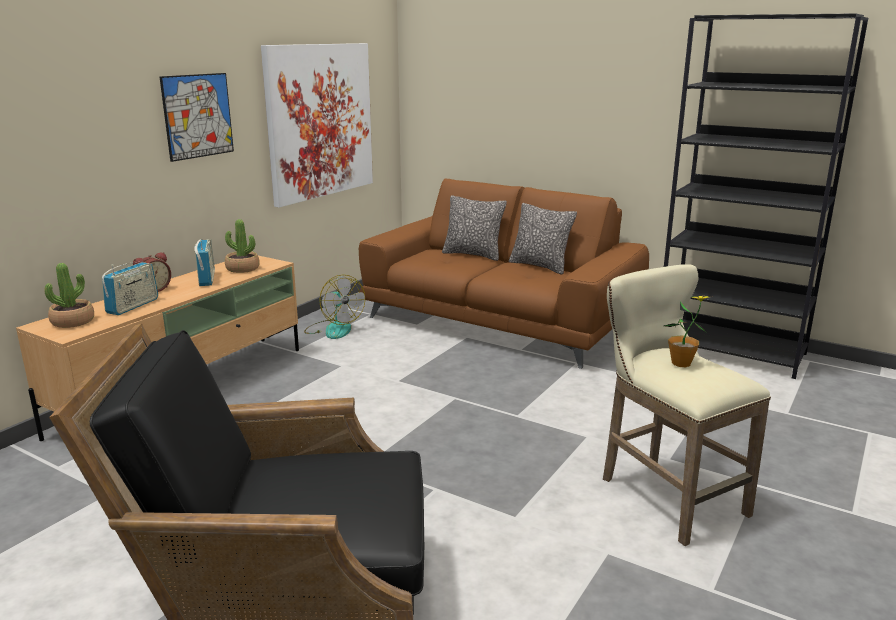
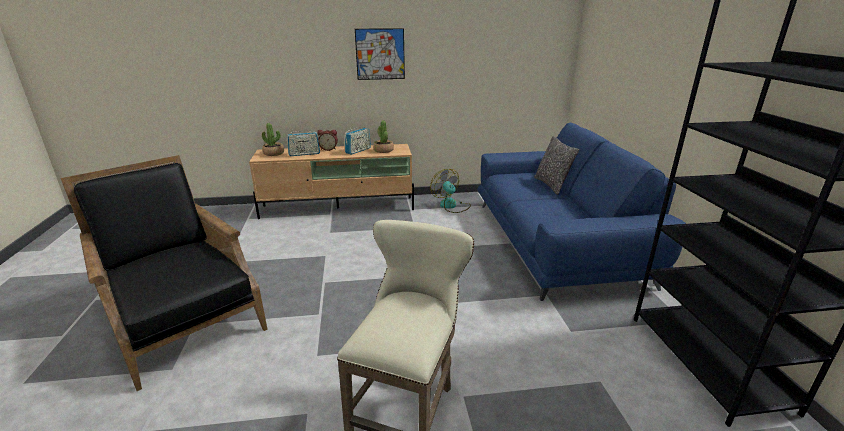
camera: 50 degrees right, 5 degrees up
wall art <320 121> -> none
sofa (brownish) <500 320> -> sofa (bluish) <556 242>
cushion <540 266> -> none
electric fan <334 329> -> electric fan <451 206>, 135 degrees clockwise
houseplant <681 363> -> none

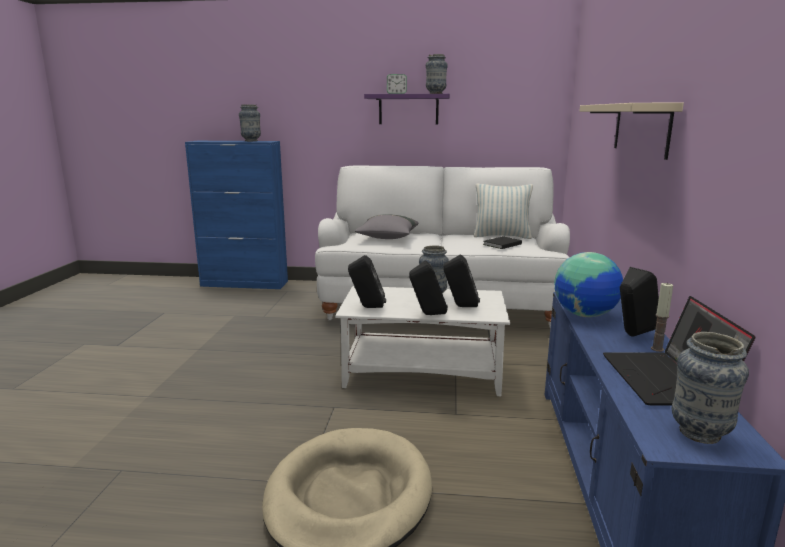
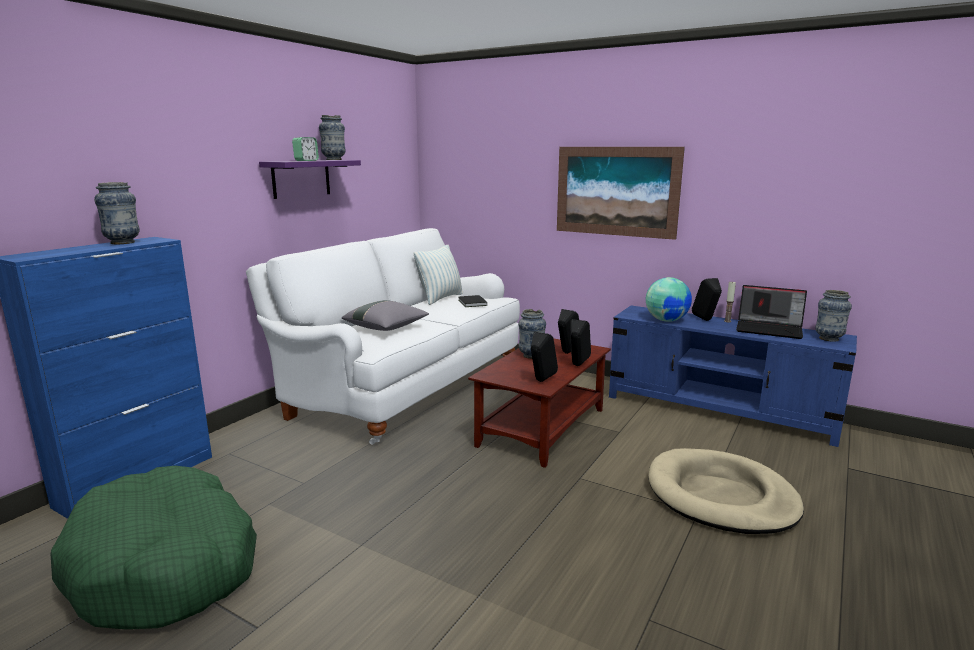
camera: 65 degrees left, 0 degrees up
bracket shelf (beige) <641 128> -> wall art <616 191>
coffee table (white) <424 372> -> coffee table (brownish) <542 427>
none -> dog bed (green-coloured) <166 566>

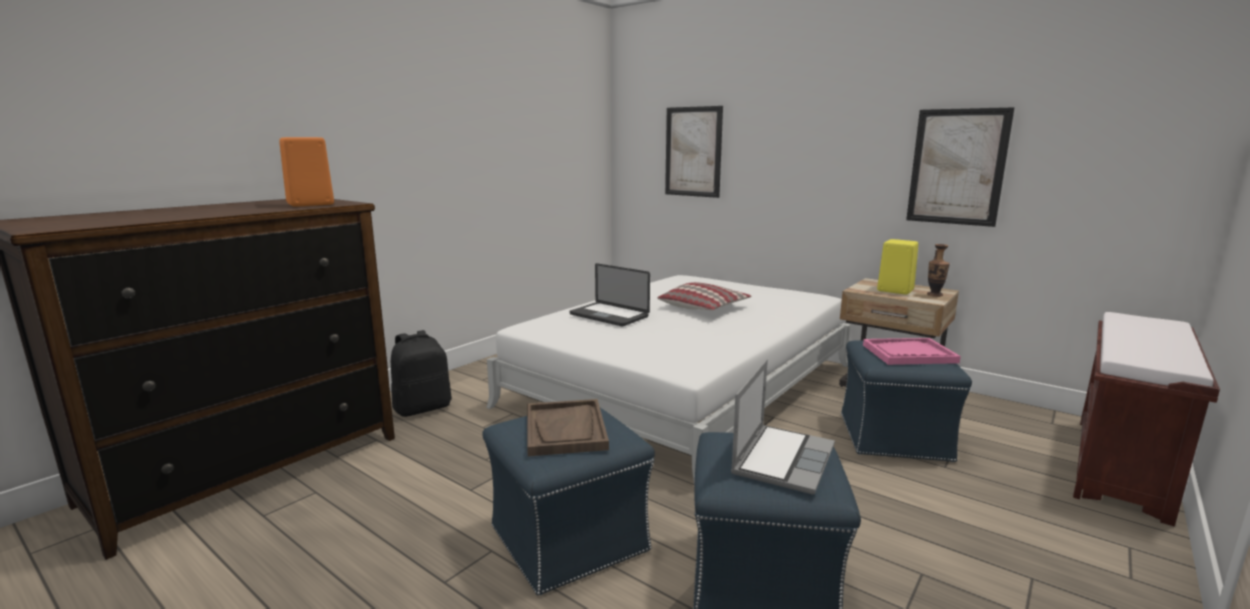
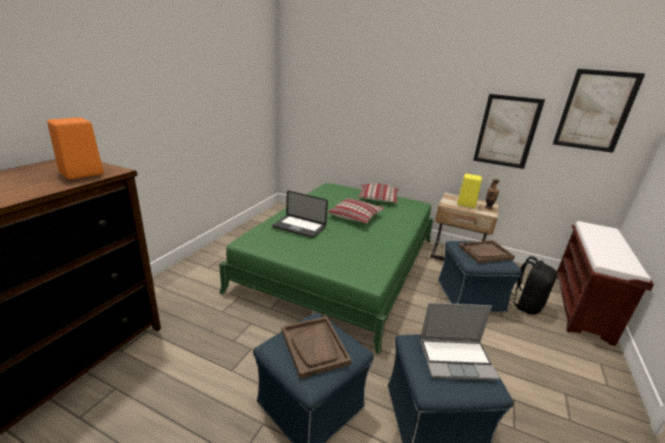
camera: 15 degrees left, 10 degrees up
wall art <693 152> -> wall art <595 111>, shifted
bed (white) <682 385> -> bed (green-coloured) <341 263>
backpack (blackish) <423 408> -> backpack (blackish) <526 304>, shifted
tray (pinkish) <909 354> -> tray (brownish) <485 253>
portable computer <782 459> -> portable computer <457 359>, 75 degrees clockwise
none -> cushion <378 199>

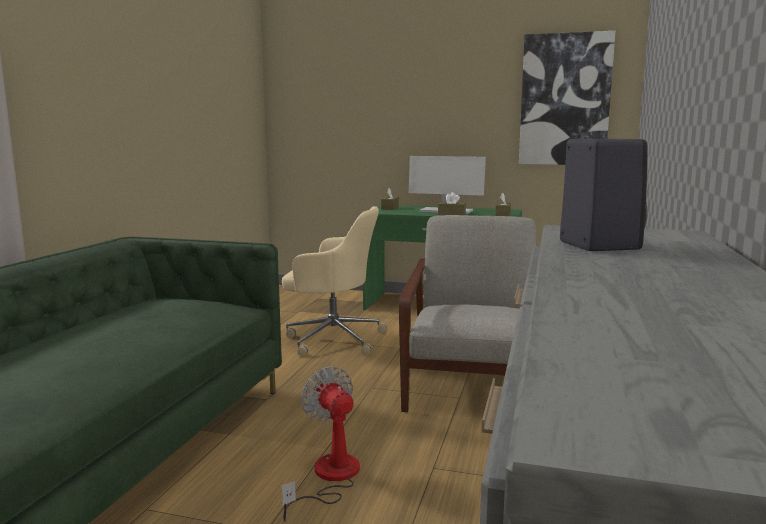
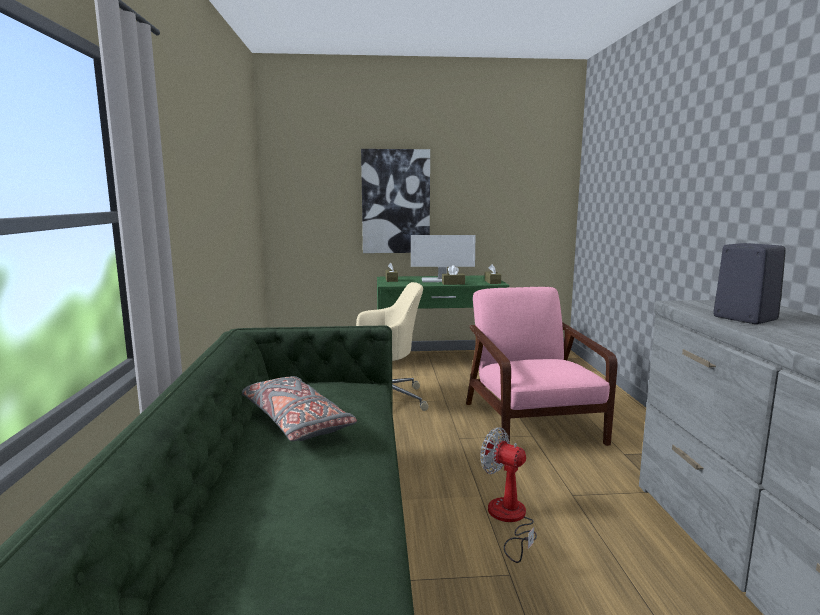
camera: 20 degrees left, 0 degrees up
wall art <565 100> -> wall art <395 201>, shifted
lounge chair (grey) <474 383> -> lounge chair (pinkish) <530 422>
none -> cushion (grey) <295 422>

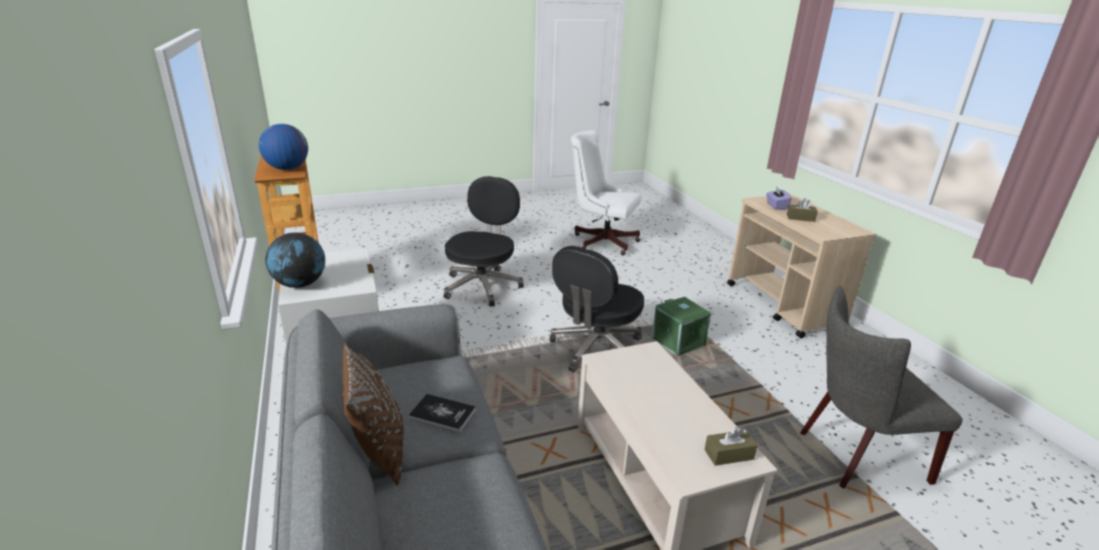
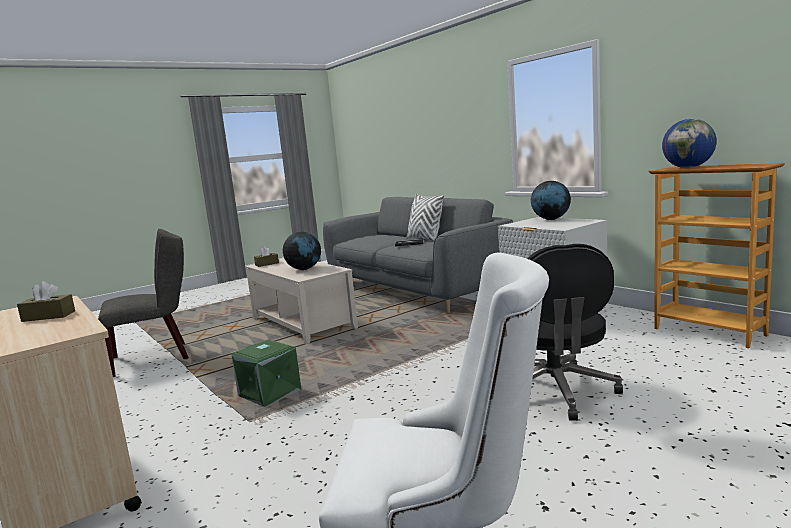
camera: 165 degrees right, 15 degrees down
tissue box (purple) <776 206> -> none
desk chair (blackish) <596 349> -> none
cushion (brownish) <379 449> -> cushion (white) <425 239>
none -> world globe <304 269>

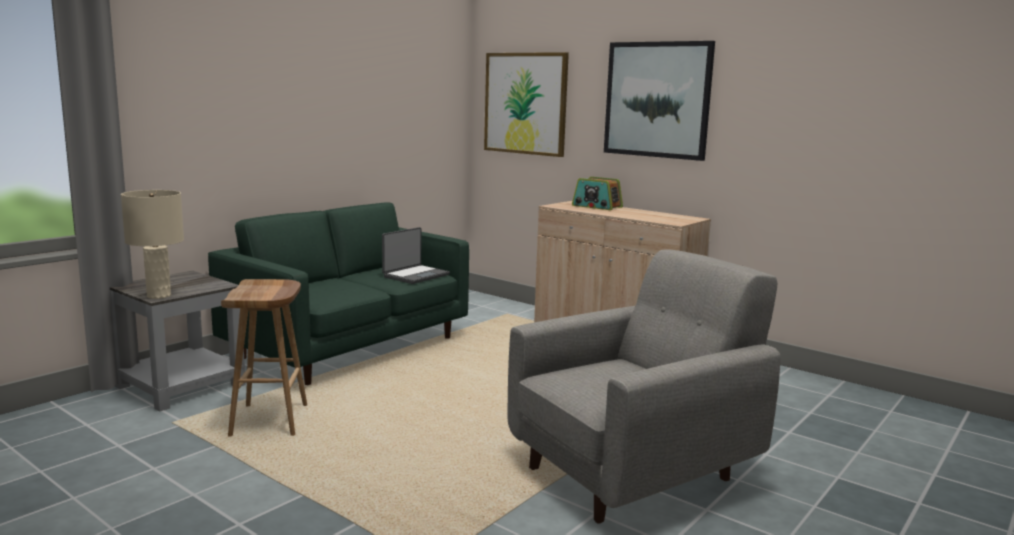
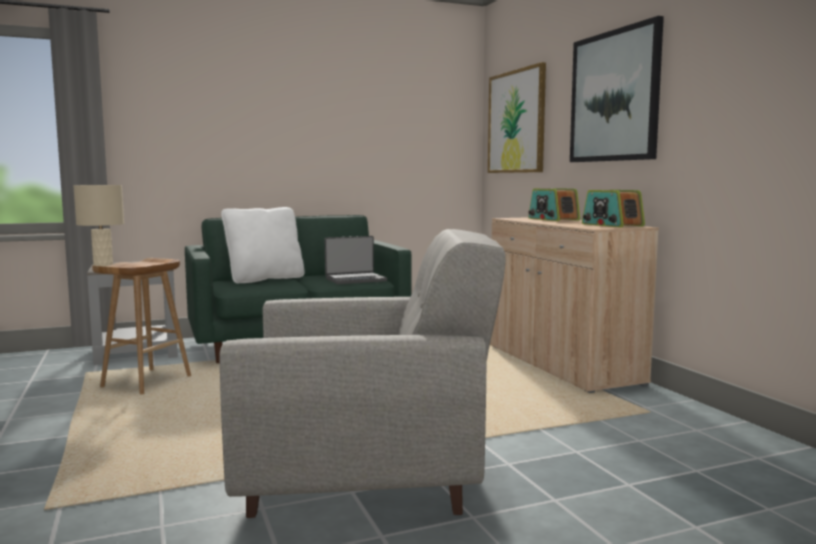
camera: 30 degrees right, 5 degrees down
none -> radio receiver <611 225>
none -> cushion (white) <265 279>

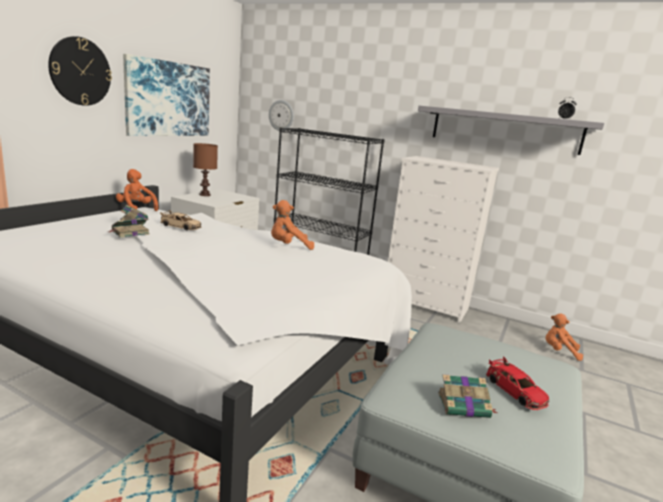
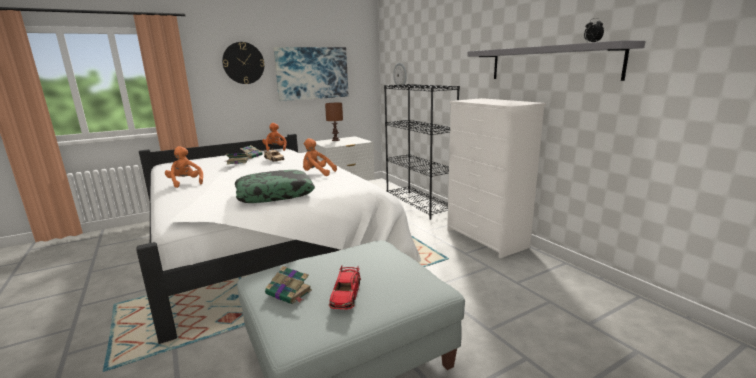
camera: 35 degrees right, 0 degrees up
plush toy (orange-coloured) <559 351> -> plush toy (orange-coloured) <185 183>, shifted
none -> cushion <275 194>

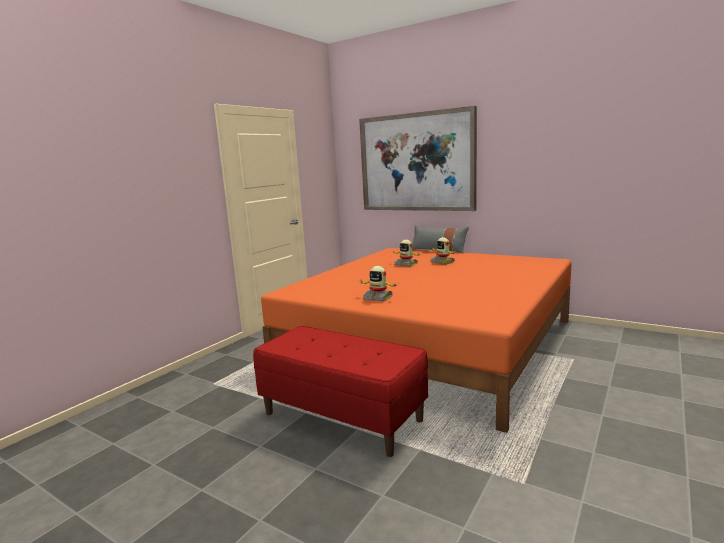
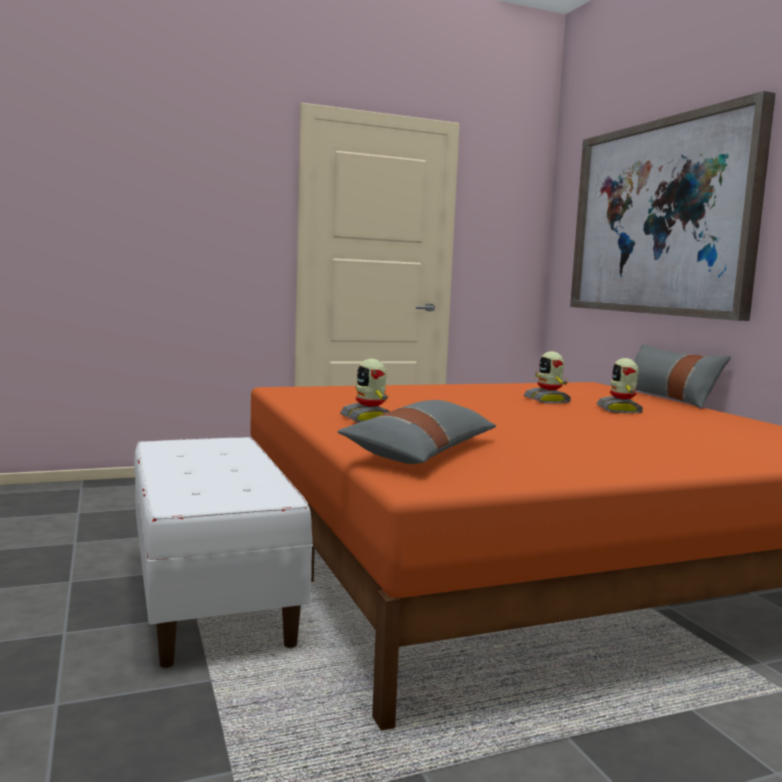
camera: 35 degrees right, 5 degrees down
bench (red) <342 417> -> bench (white) <212 593>
none -> cushion (grey) <422 451>

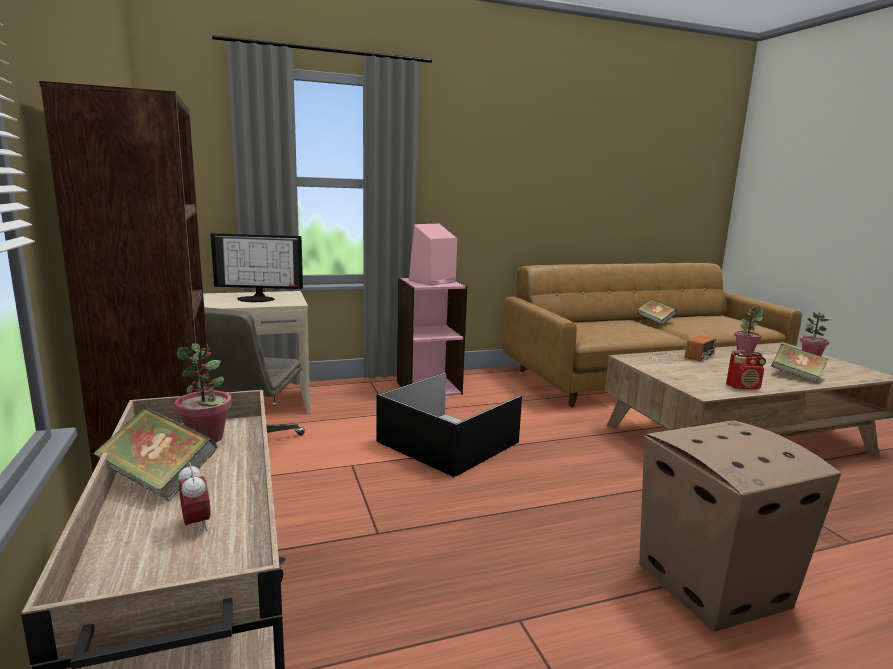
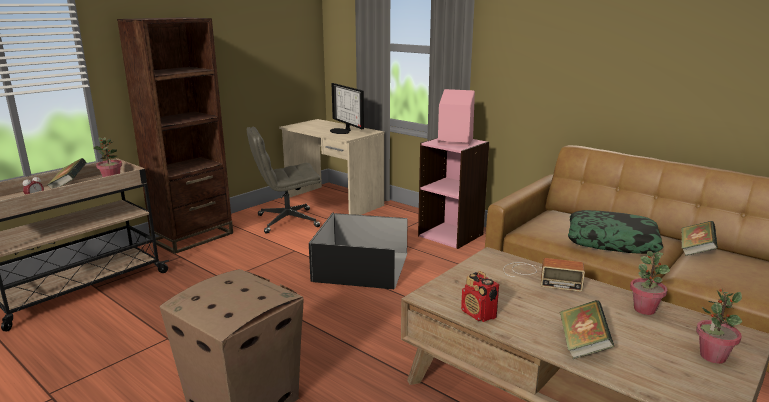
camera: 60 degrees right, 5 degrees up
none -> cushion <612 241>

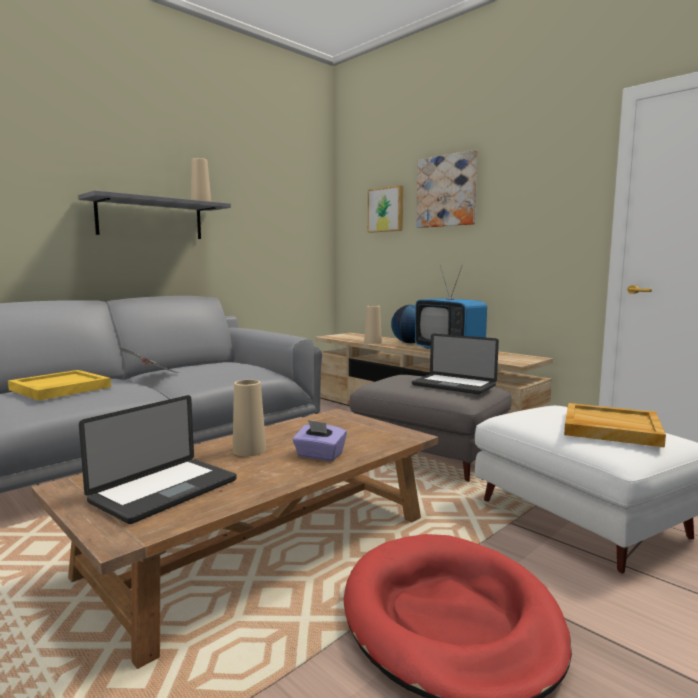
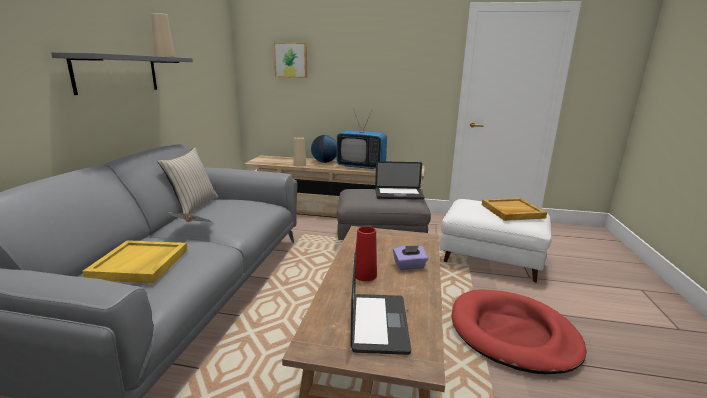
camera: 35 degrees left, 10 degrees up
wall art <446 191> -> none
vase (beige) <249 450> -> vase (red) <365 275>
none -> cushion (beige) <193 206>

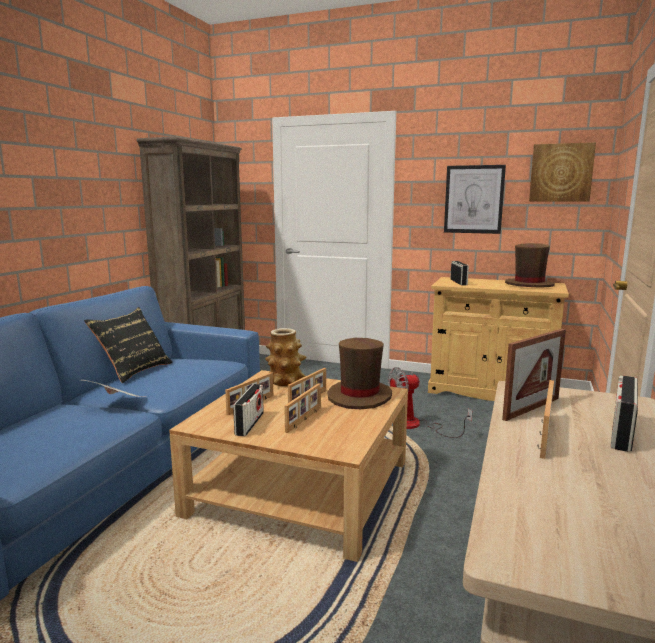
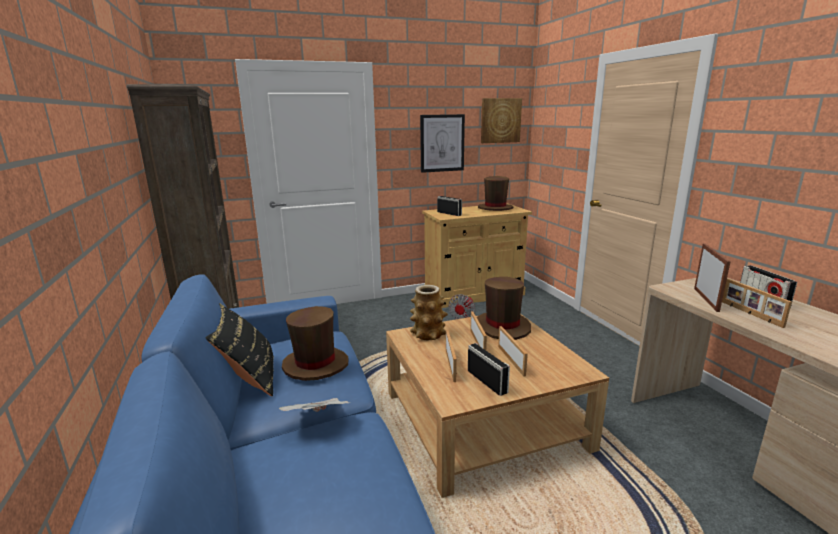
camera: 40 degrees left, 5 degrees up
none -> clothing hat (brownish) <315 365>

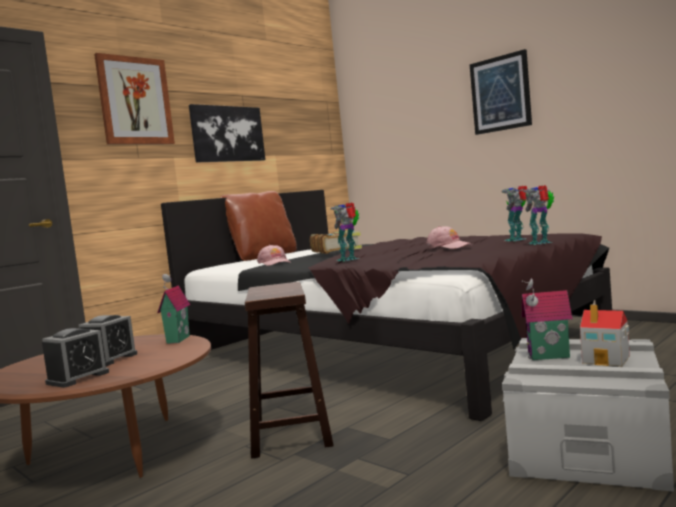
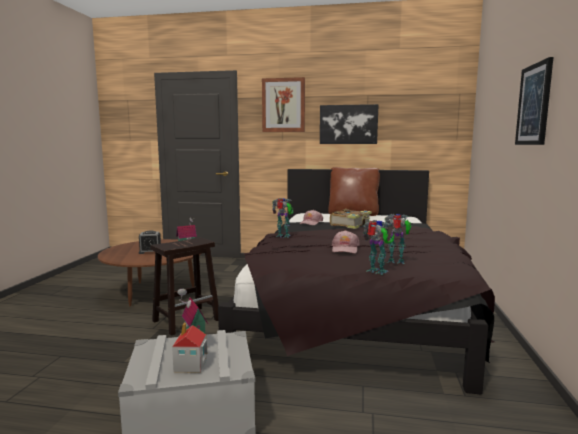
camera: 55 degrees right, 5 degrees up
table clock <78 378> -> none

